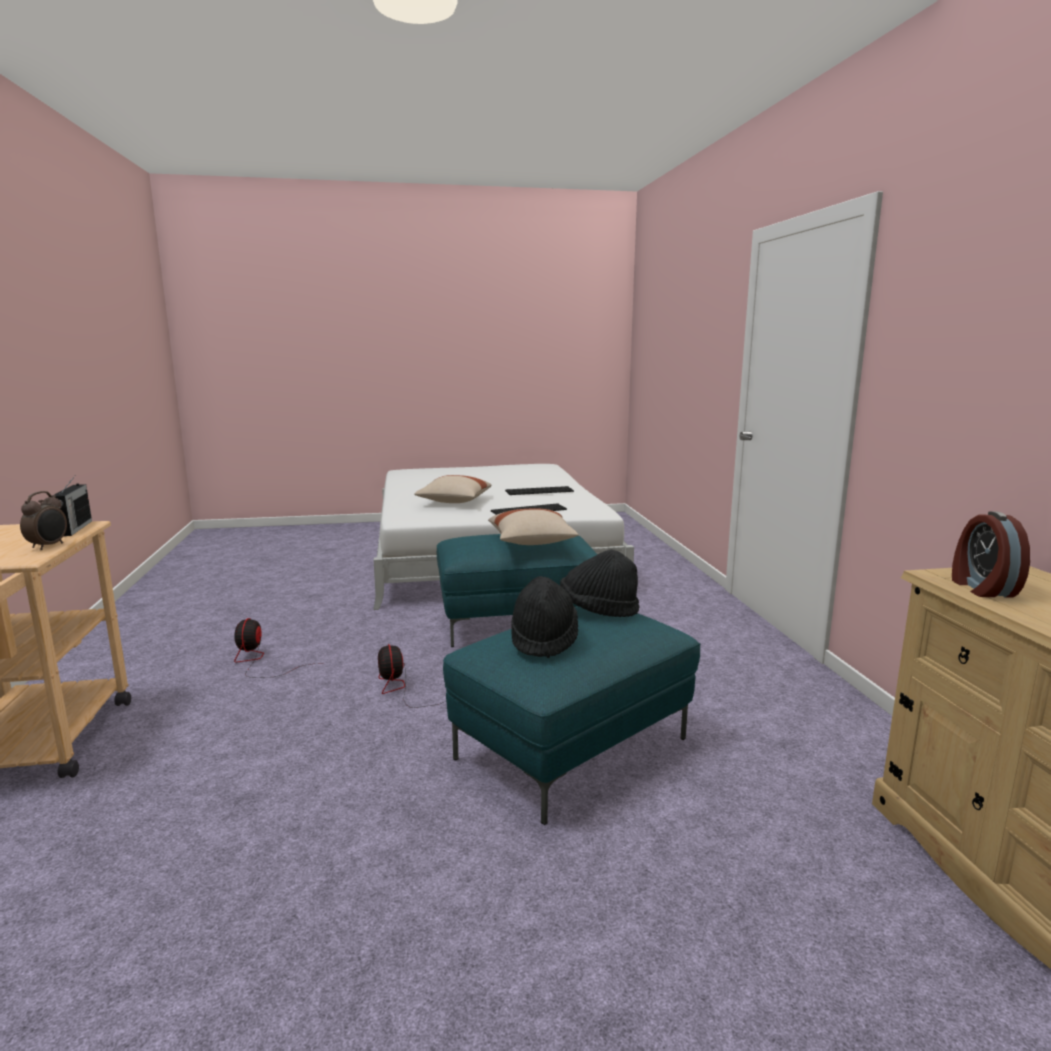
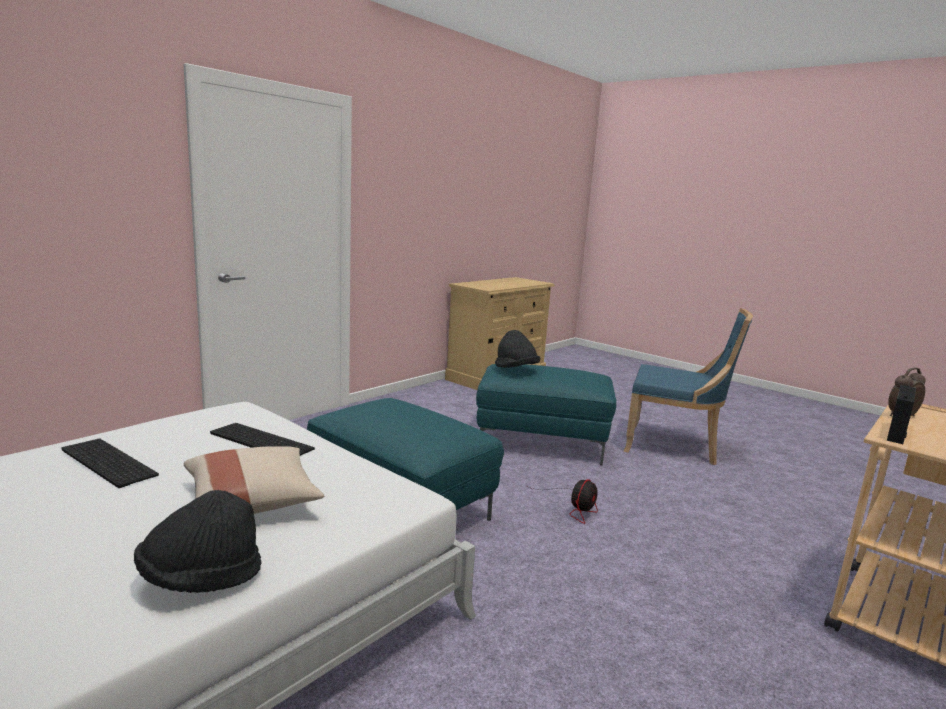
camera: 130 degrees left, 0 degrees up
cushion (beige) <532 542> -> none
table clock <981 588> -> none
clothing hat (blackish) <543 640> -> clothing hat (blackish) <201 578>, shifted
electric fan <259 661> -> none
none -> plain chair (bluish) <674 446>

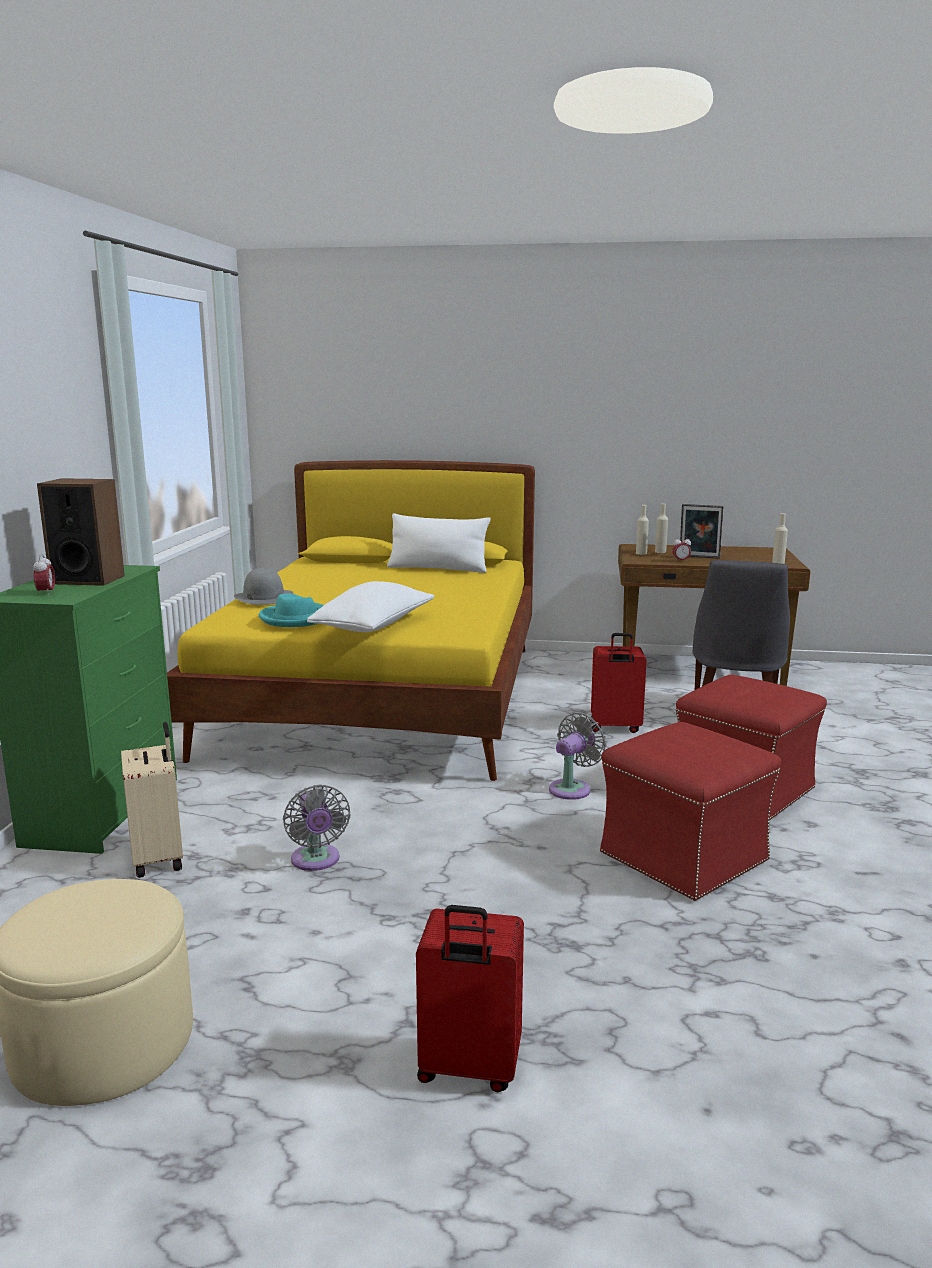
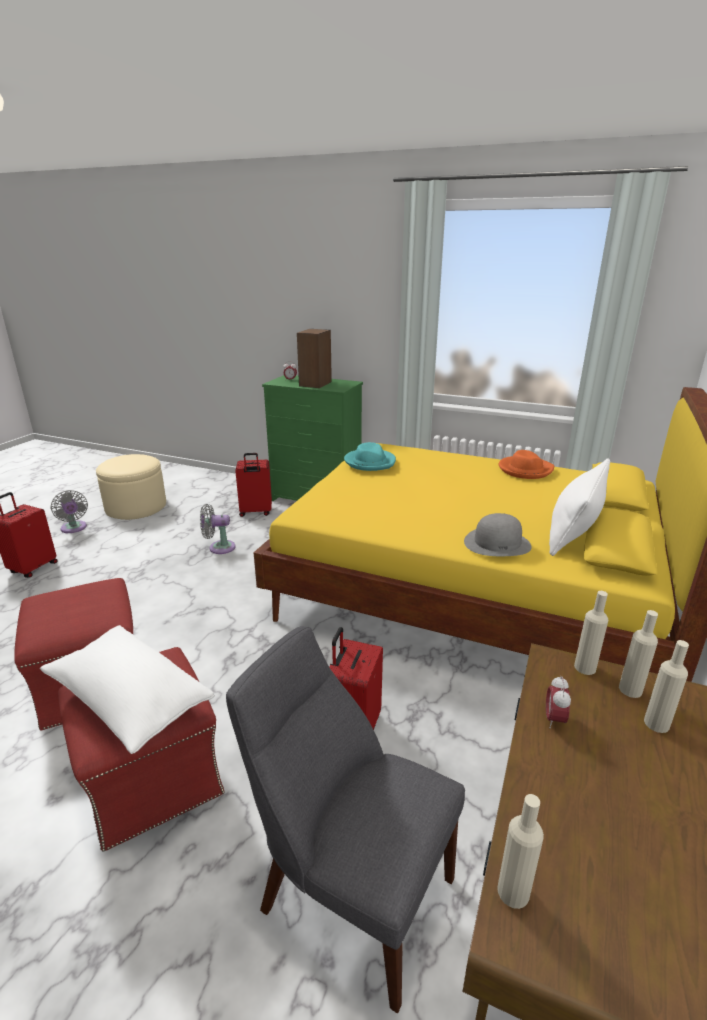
camera: 105 degrees right, 10 degrees up
standing frame <699 557> -> none
clothing hat (grey) <263 597> -> clothing hat (grey) <497 543>, shifted
cushion (white) <374 627> -> cushion (white) <129 700>, shifted
electric fan (grey) <572 788> -> electric fan (grey) <74 528>, shifted
travel case (beige) <160 859> -> travel case (red) <255 512>
none -> clothing hat (orange-coloured) <525 470>
none -> beverage bottle (beige) <585 667>

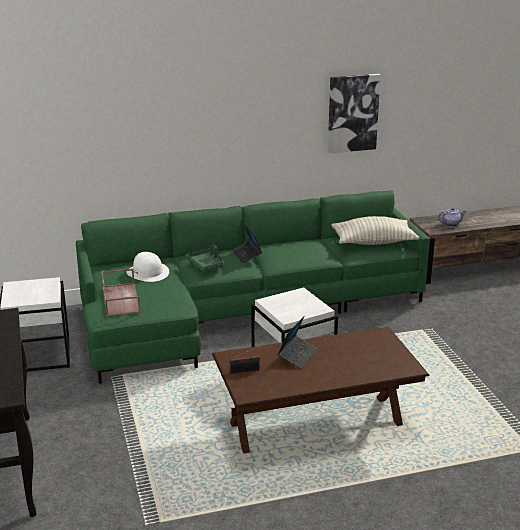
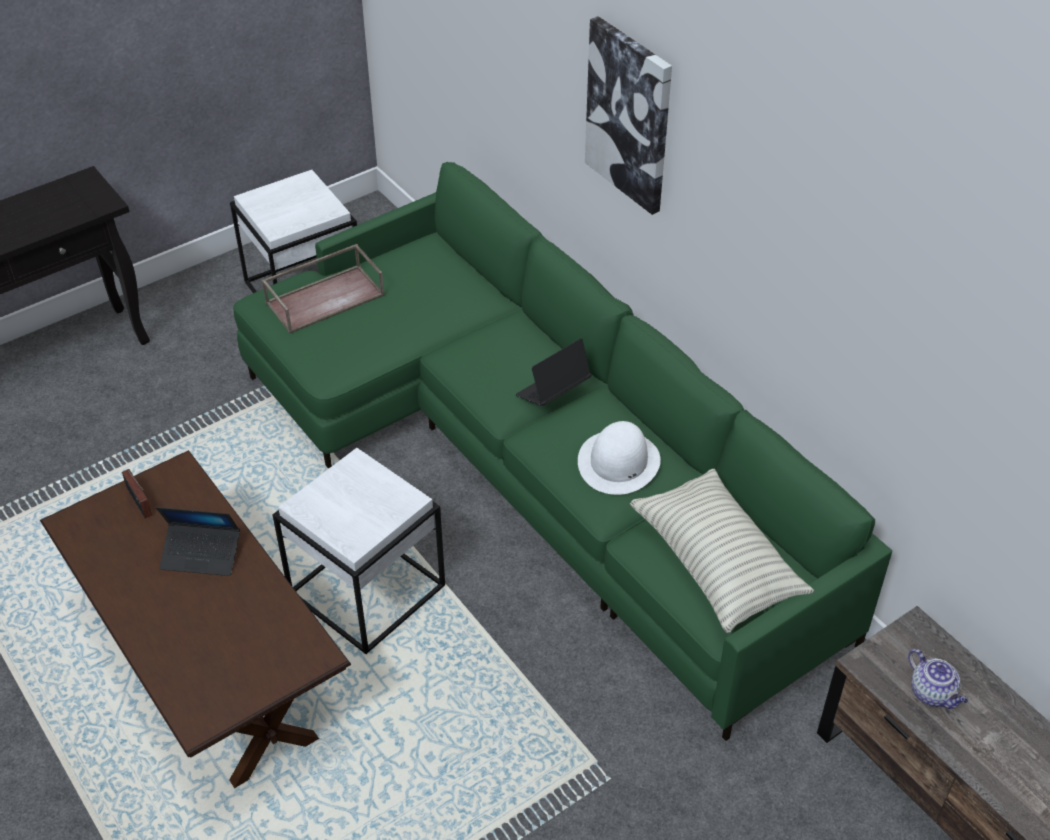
camera: 70 degrees right, 20 degrees up
wall art <352 113> -> wall art <630 115>, shifted
tray (green-coloured) <206 265> -> none
clothing hat (white) <148 272> -> clothing hat (white) <619 462>, shifted

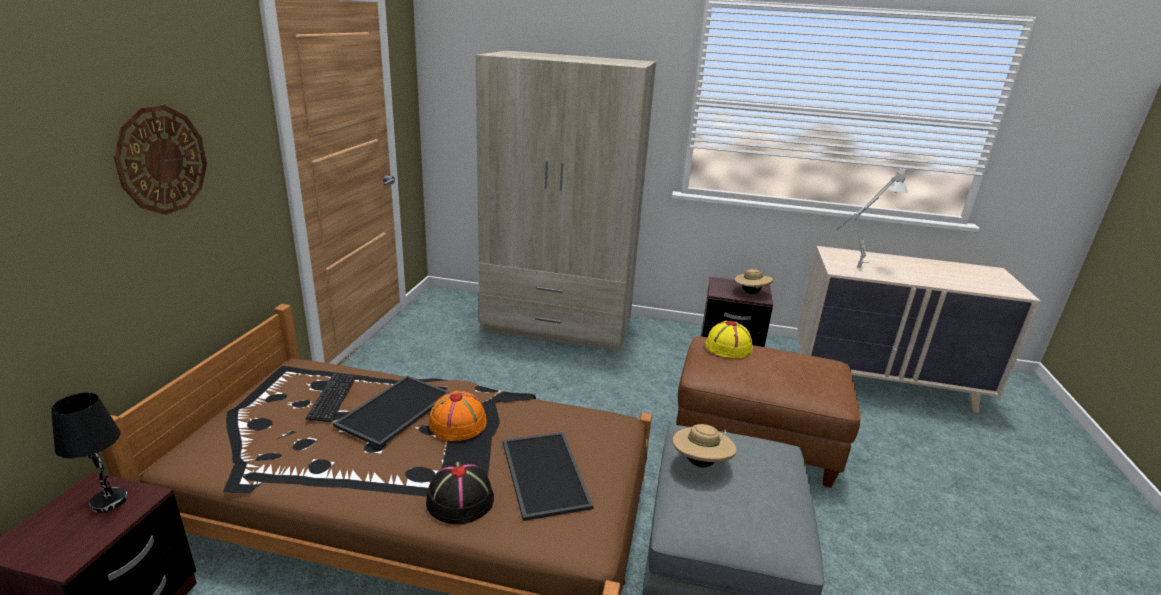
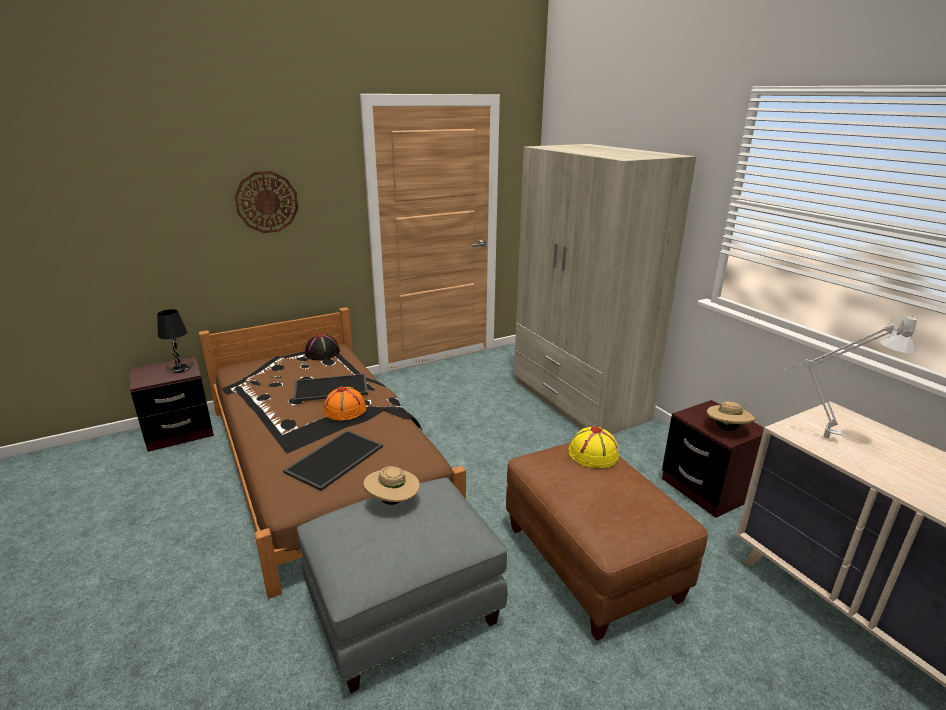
camera: 50 degrees right, 0 degrees up
computer keyboard <332 398> -> none
clothing hat (blackish) <460 499> -> clothing hat (blackish) <322 353>, shifted

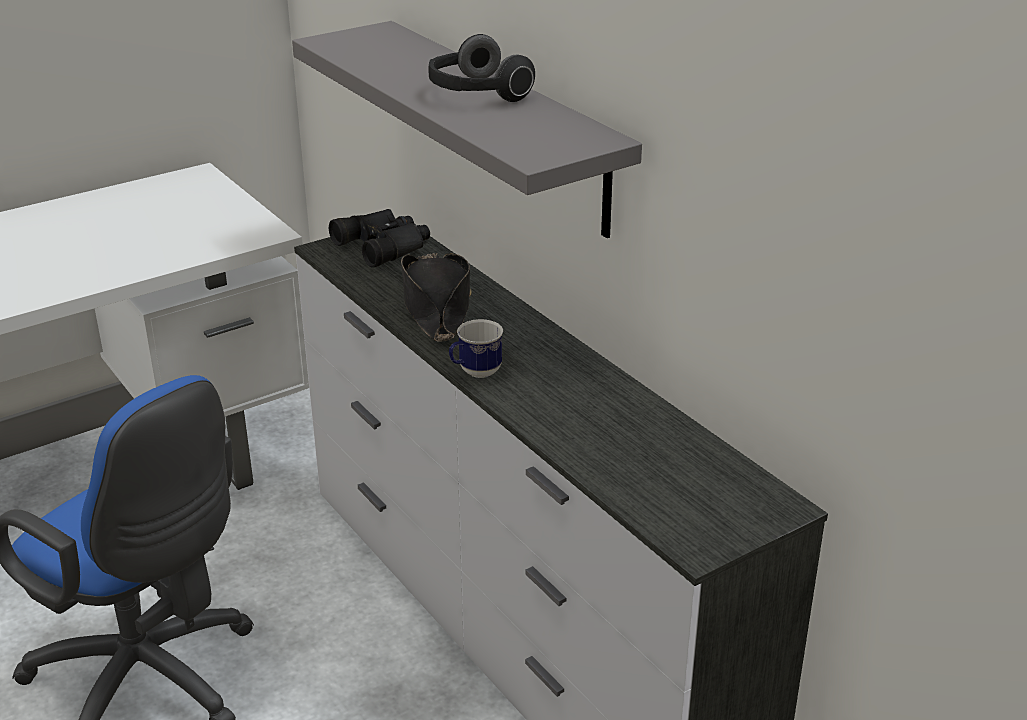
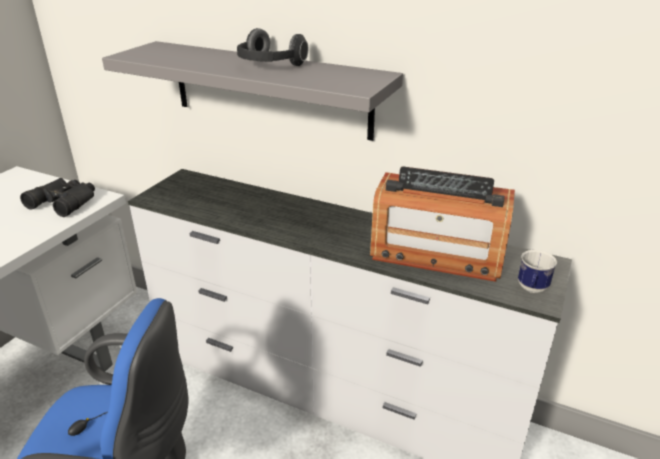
camera: 30 degrees left, 0 degrees up
binoculars (blackish) <386 245> -> binoculars (blackish) <66 201>, shifted
clothing hat (blackish) <436 307> -> none
tea mug <475 373> -> tea mug <531 290>, shifted
none -> radio receiver <436 253>

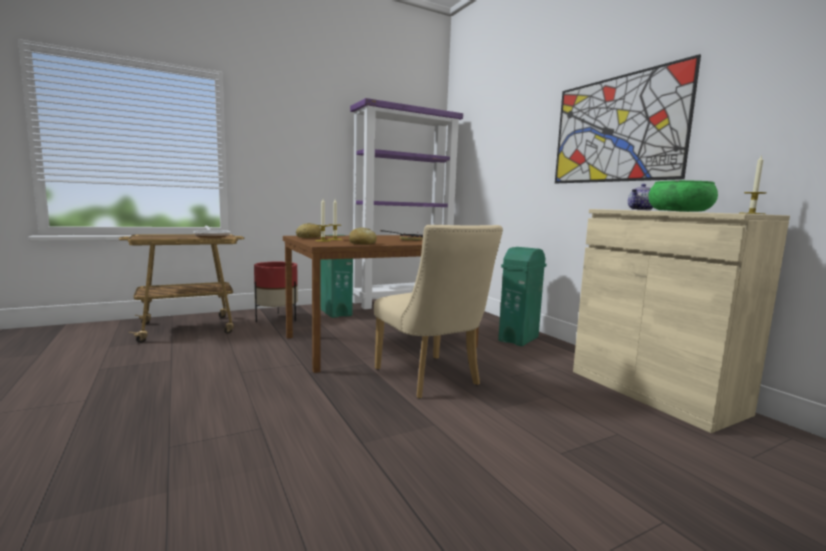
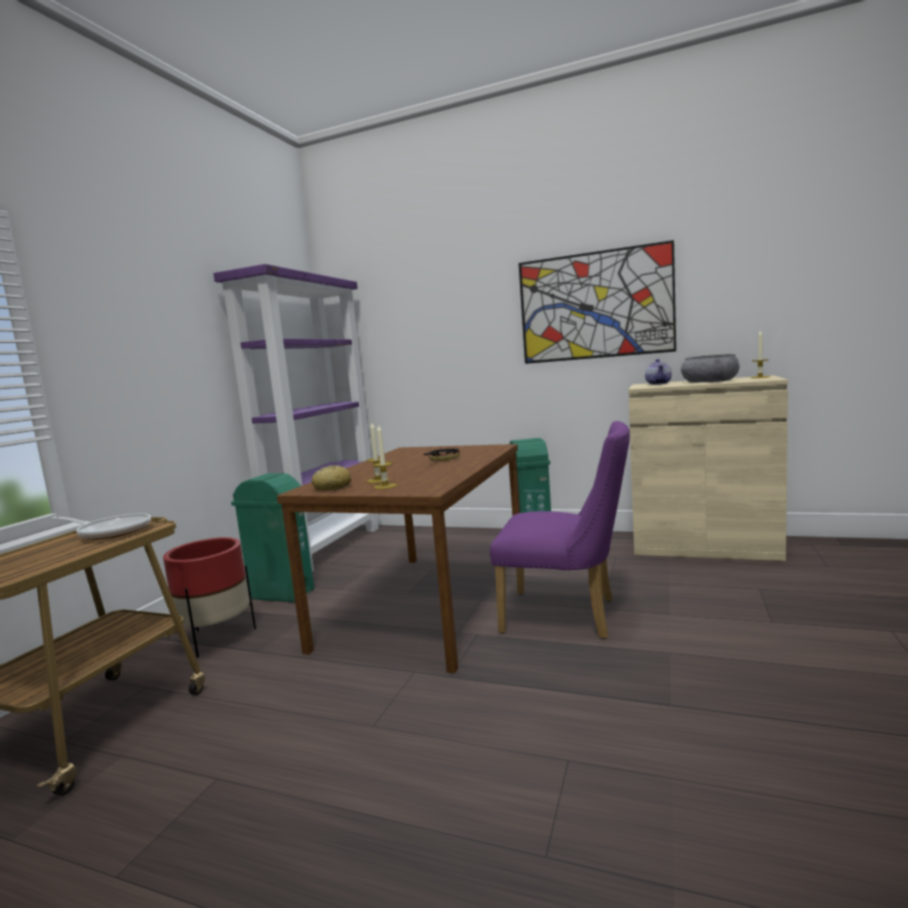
camera: 40 degrees left, 0 degrees up
deep dish (green-coloured) <679 211> -> deep dish (grey) <709 381>
plain chair (beige) <431 379> -> plain chair (purple) <568 616>
bread <362 243> -> none

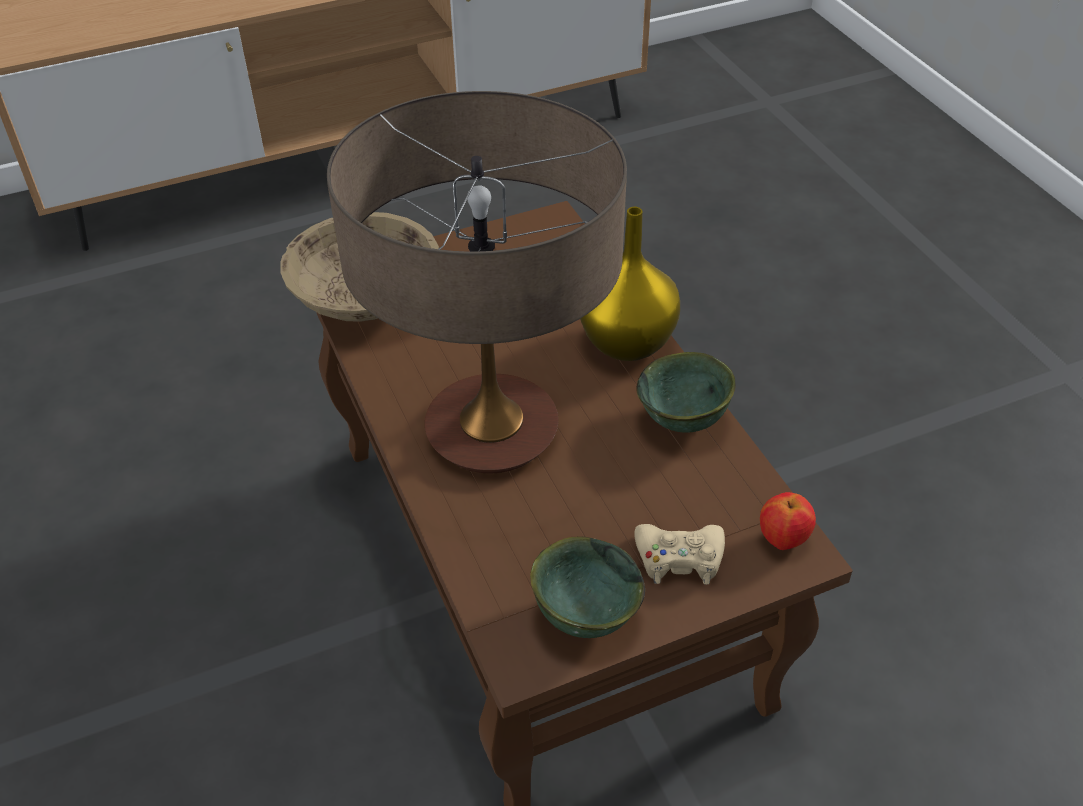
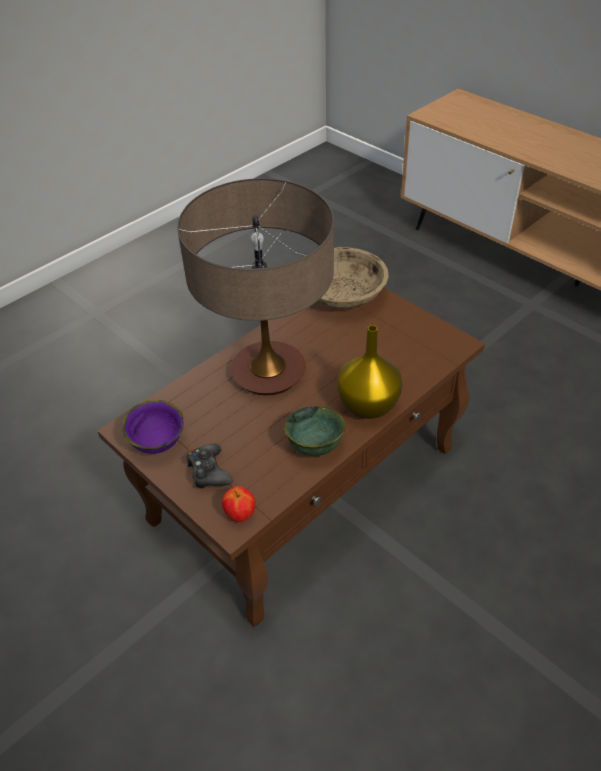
camera: 70 degrees right, 0 degrees up
game controller (beige) <679 559> -> game controller (blackish) <209 472>
deep dish (green-coloured) <583 615> -> deep dish (purple) <158 443>

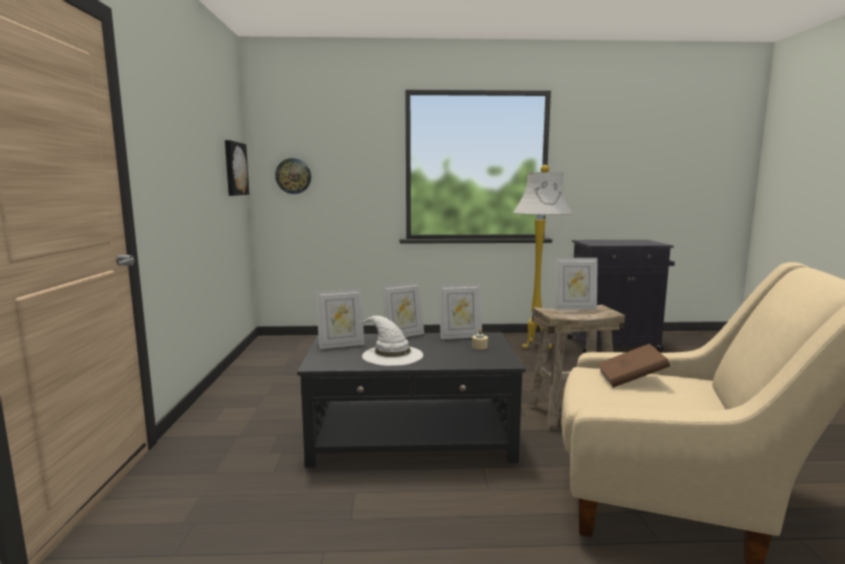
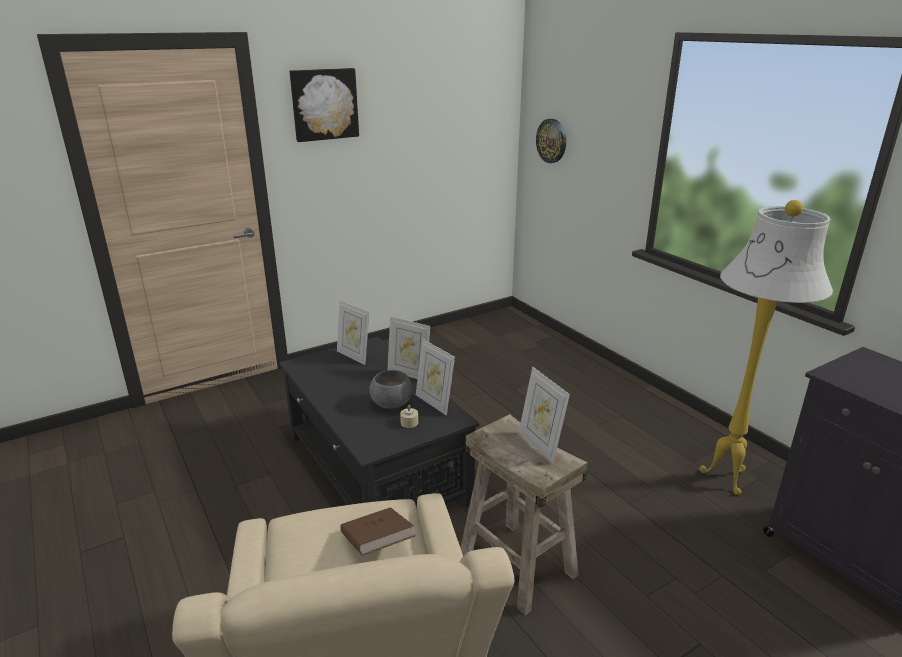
camera: 60 degrees right, 15 degrees up
wall art <234 169> -> wall art <324 104>, shifted
clothing hat (white) <391 355> -> none
none -> deep dish (grey) <391 403>

